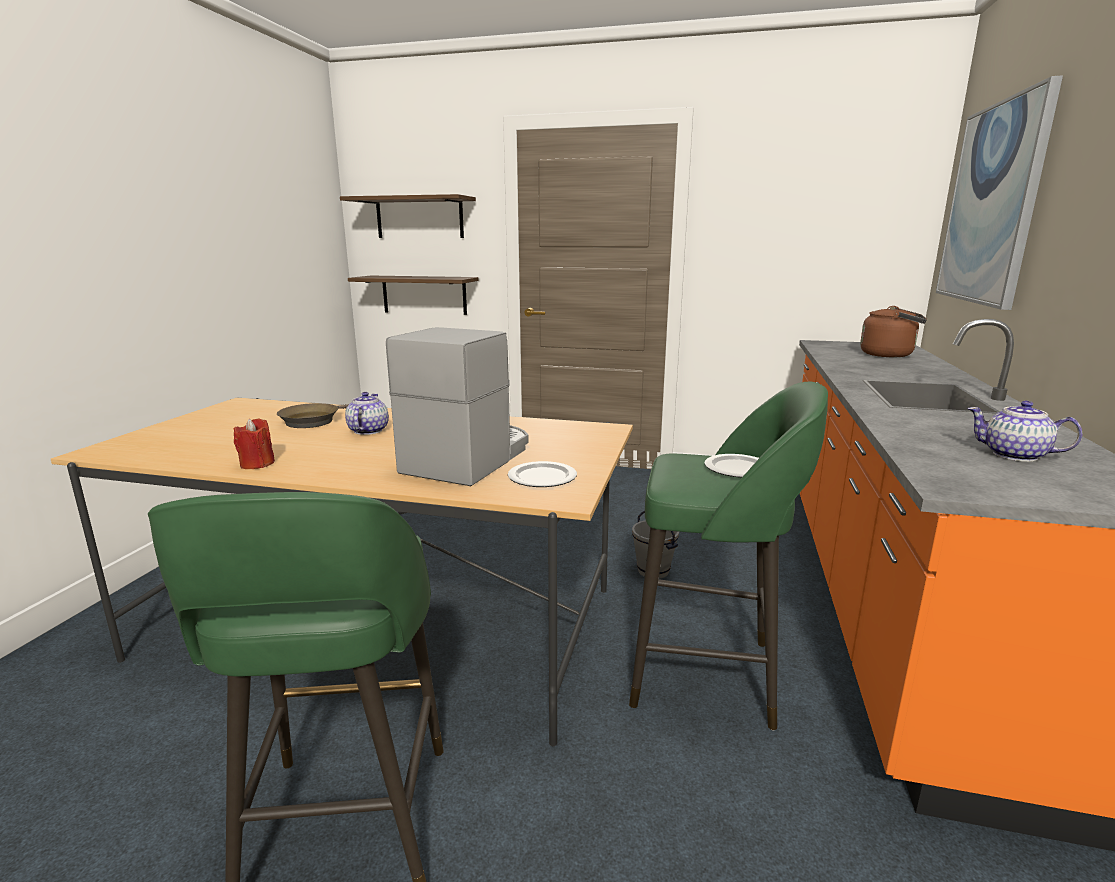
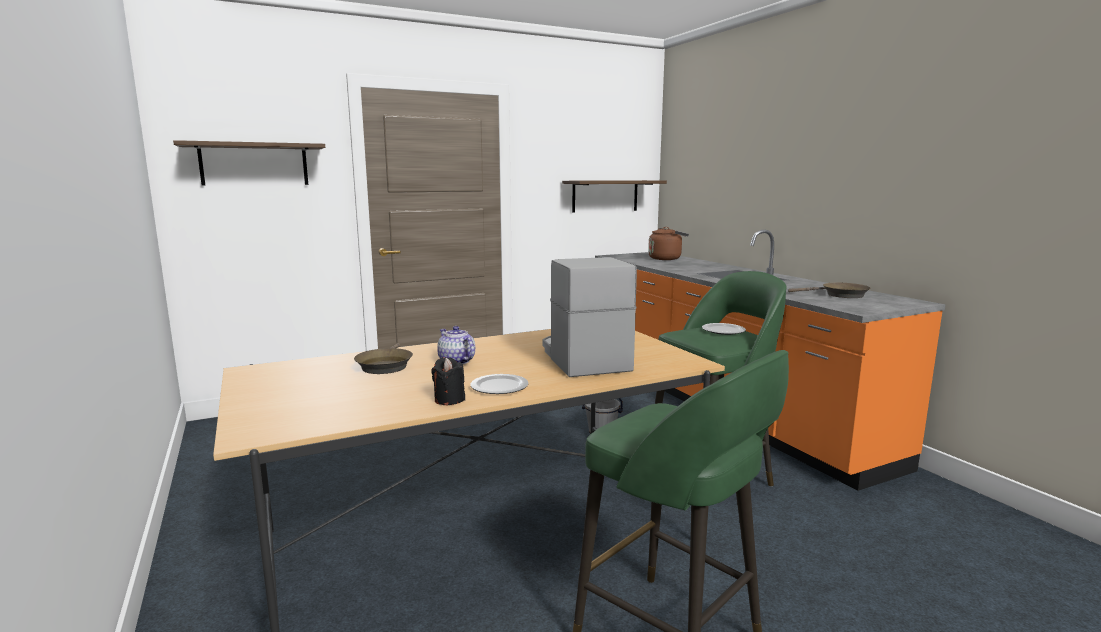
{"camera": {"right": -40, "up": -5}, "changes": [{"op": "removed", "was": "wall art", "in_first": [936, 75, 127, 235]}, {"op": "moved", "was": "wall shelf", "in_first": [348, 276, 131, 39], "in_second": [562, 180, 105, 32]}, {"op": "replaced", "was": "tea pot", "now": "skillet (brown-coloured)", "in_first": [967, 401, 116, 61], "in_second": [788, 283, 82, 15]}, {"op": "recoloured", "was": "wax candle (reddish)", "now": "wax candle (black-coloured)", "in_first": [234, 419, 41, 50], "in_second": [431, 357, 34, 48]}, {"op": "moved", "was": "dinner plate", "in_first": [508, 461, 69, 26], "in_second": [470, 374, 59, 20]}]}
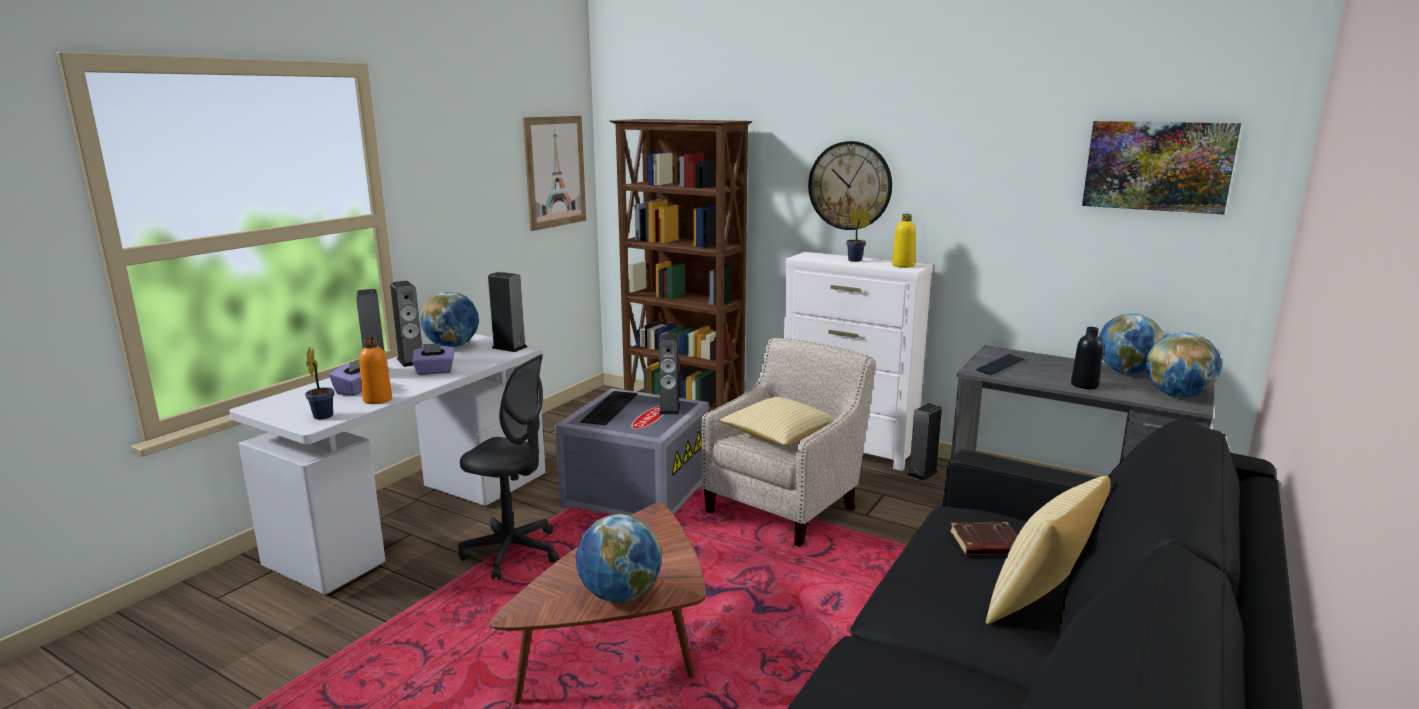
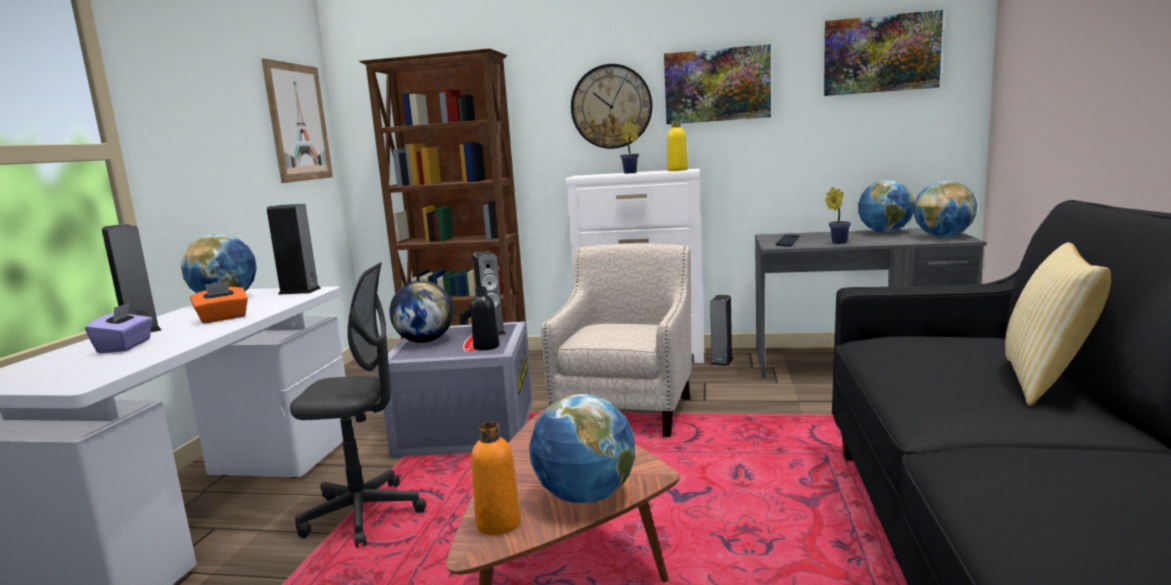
{"camera": {"right": -20, "up": -5}, "changes": [{"op": "removed", "was": "audio speaker", "in_first": [390, 281, 32, 86]}, {"op": "moved", "was": "beverage bottle (black-coloured)", "in_first": [1071, 327, 32, 62], "in_second": [471, 287, 29, 63]}, {"op": "moved", "was": "beverage bottle (orange-coloured)", "in_first": [359, 337, 33, 67], "in_second": [471, 422, 50, 113]}, {"op": "recoloured", "was": "box of tissues (purple-coloured)", "now": "box of tissues (orange-coloured)", "in_first": [412, 343, 42, 32], "in_second": [190, 281, 58, 43]}, {"op": "moved", "was": "potted plant", "in_first": [305, 347, 29, 73], "in_second": [825, 187, 26, 57]}, {"op": "replaced", "was": "computer keyboard", "now": "globe", "in_first": [580, 391, 57, 34], "in_second": [389, 281, 64, 62]}, {"op": "removed", "was": "pillow", "in_first": [720, 397, 116, 48]}, {"op": "removed", "was": "book (brown-coloured)", "in_first": [950, 521, 68, 34]}, {"op": "added", "now": "wall art", "in_second": [664, 44, 107, 80]}]}
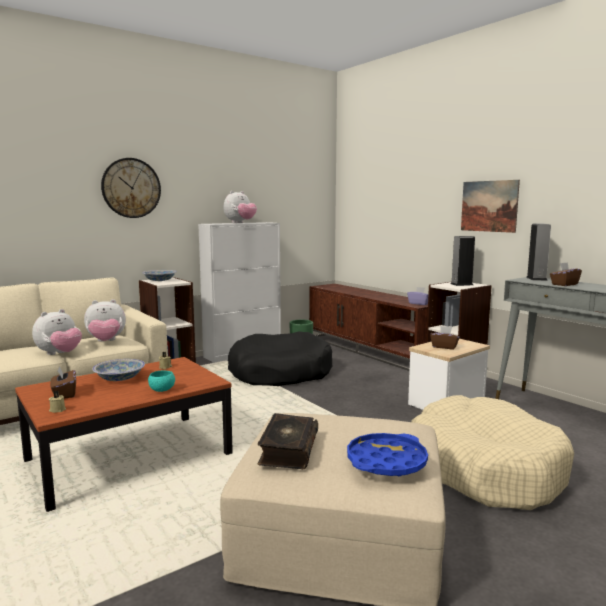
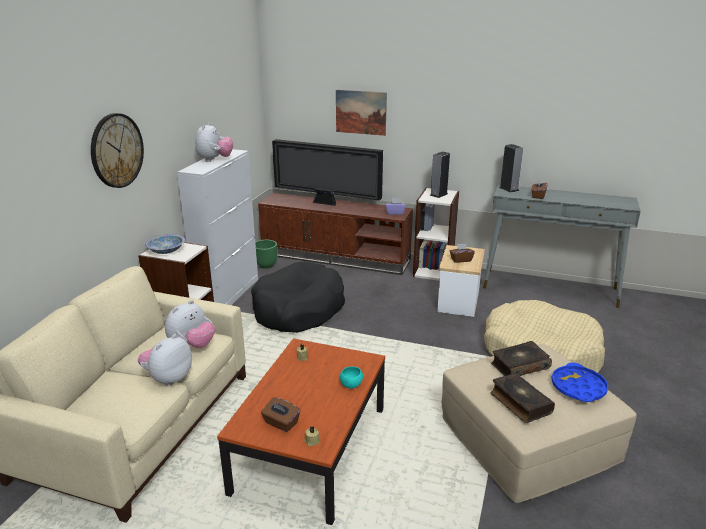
{"camera": {"right": -35, "up": 15}, "changes": [{"op": "moved", "was": "wall art", "in_first": [461, 180, 59, 53], "in_second": [336, 90, 51, 46]}, {"op": "turned", "was": "soft toy", "in_first": [32, 309, 50, 46], "in_second": [138, 334, 54, 52], "clockwise": -150}, {"op": "removed", "was": "serving bowl", "in_first": [92, 359, 53, 22]}, {"op": "added", "now": "television", "in_second": [272, 139, 111, 67]}, {"op": "added", "now": "book", "in_second": [491, 341, 61, 35]}]}
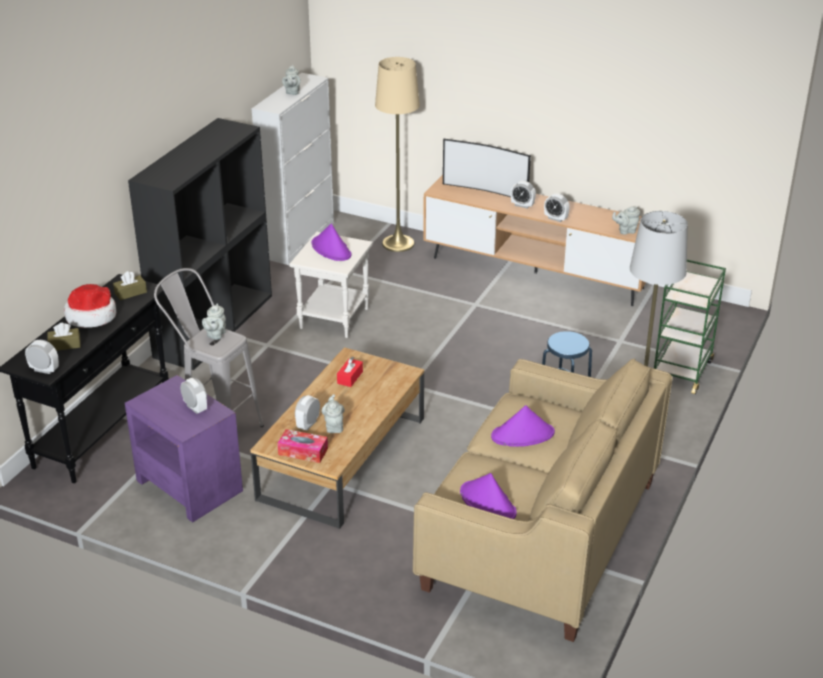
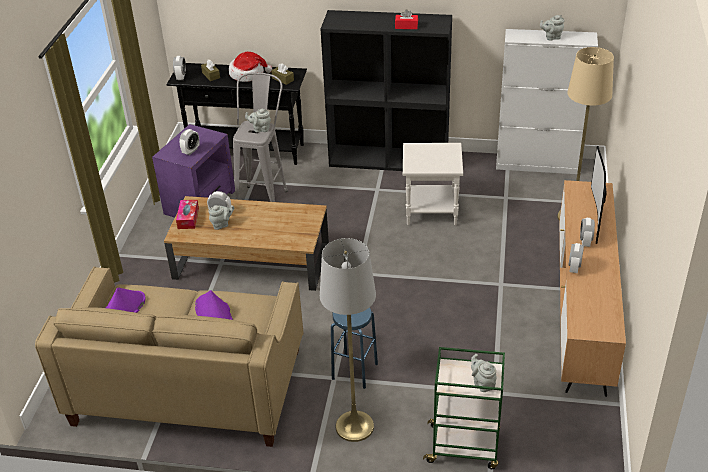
{"camera": {"right": 75, "up": 5}, "changes": [{"op": "moved", "was": "tea pot (gray)", "in_first": [612, 206, 28, 29], "in_second": [471, 354, 26, 38]}, {"op": "removed", "was": "clothing hat (purple-coloured)", "in_first": [311, 224, 40, 37]}, {"op": "moved", "was": "box of tissues (reddish)", "in_first": [337, 356, 26, 31], "in_second": [395, 9, 23, 20]}]}
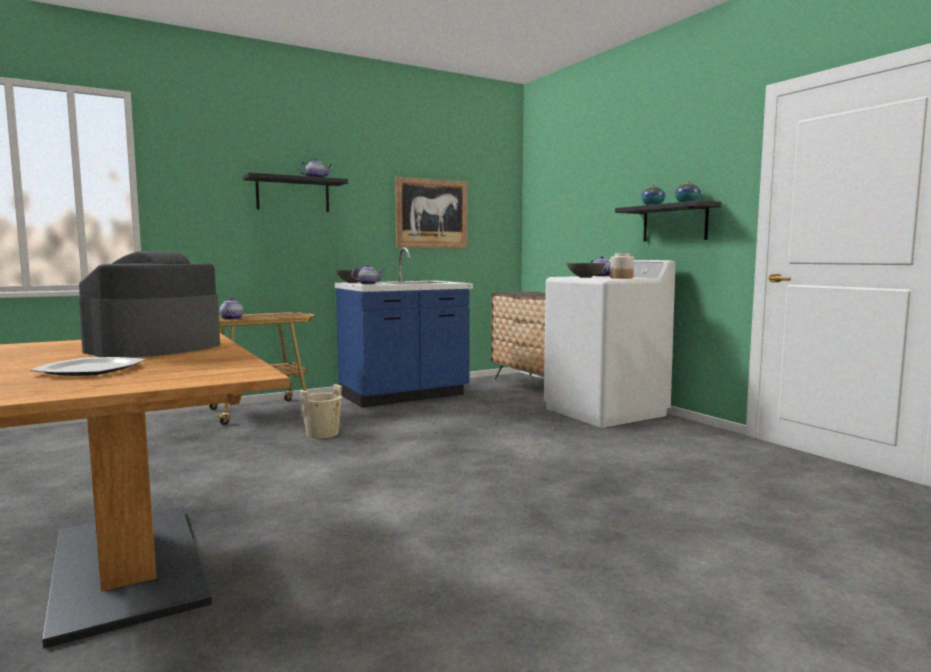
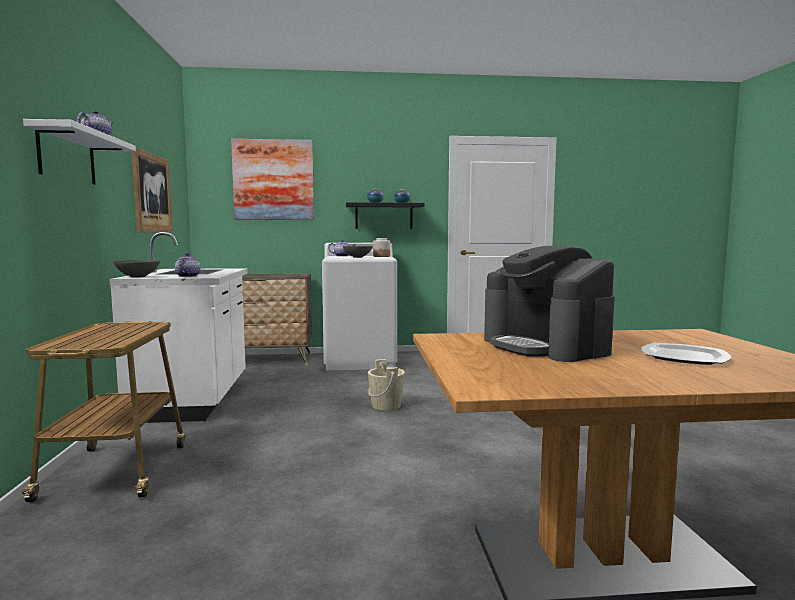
{"camera": {"right": -65, "up": 0}, "changes": [{"op": "recoloured", "was": "wall shelf (black-coloured)", "now": "wall shelf (whitish)", "in_first": [243, 173, 105, 39], "in_second": [23, 119, 113, 66]}, {"op": "recoloured", "was": "kitchen base unit (blue)", "now": "kitchen base unit (whitish)", "in_first": [335, 247, 138, 161], "in_second": [109, 232, 138, 191]}, {"op": "removed", "was": "tea pot", "in_first": [220, 298, 23, 22]}, {"op": "moved", "was": "water bucket (sand-coloured)", "in_first": [300, 384, 42, 55], "in_second": [368, 359, 37, 52]}, {"op": "added", "now": "wall art", "in_second": [231, 139, 83, 81]}]}
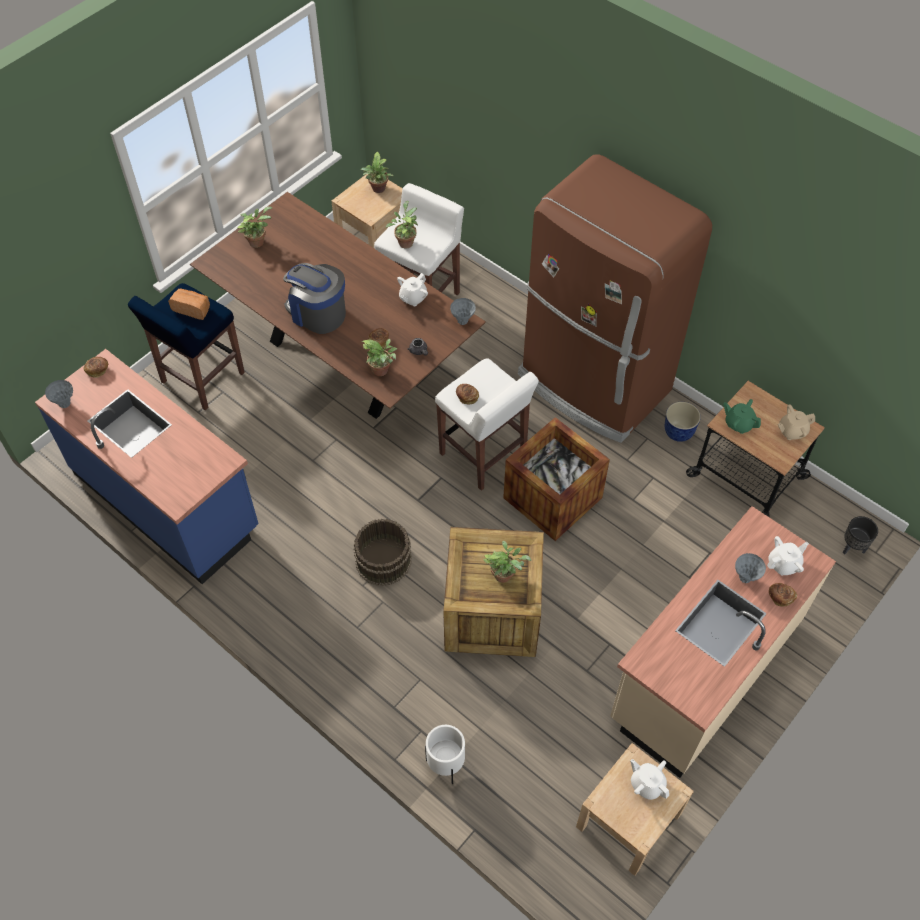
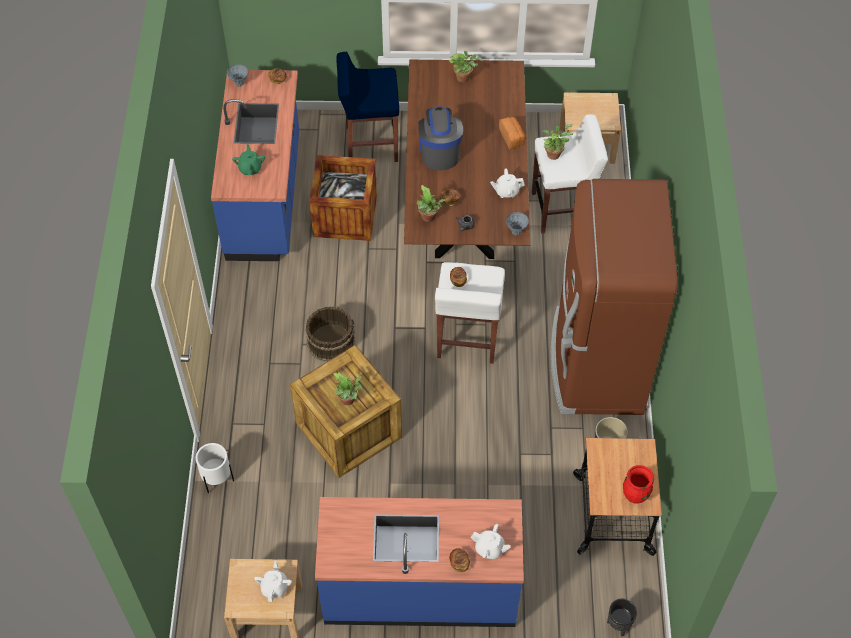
{"camera": {"right": 50, "up": 0}, "changes": [{"op": "removed", "was": "potted plant", "in_first": [360, 152, 34, 41]}, {"op": "moved", "was": "baked bread", "in_first": [168, 288, 42, 32], "in_second": [499, 117, 26, 33]}, {"op": "moved", "was": "tea pot (green)", "in_first": [723, 399, 38, 35], "in_second": [232, 144, 33, 31]}, {"op": "replaced", "was": "tea pot (sand-coloured)", "now": "flower vase (reddish)", "in_first": [778, 404, 37, 36], "in_second": [623, 465, 31, 39]}, {"op": "moved", "was": "crate", "in_first": [503, 417, 107, 124], "in_second": [309, 155, 68, 86]}, {"op": "recoloured", "was": "kitchen base unit (sand-coloured)", "now": "kitchen base unit (blue)", "in_first": [610, 506, 226, 272], "in_second": [315, 497, 209, 130]}, {"op": "removed", "was": "flower vase (gray)", "in_first": [735, 553, 31, 30]}]}
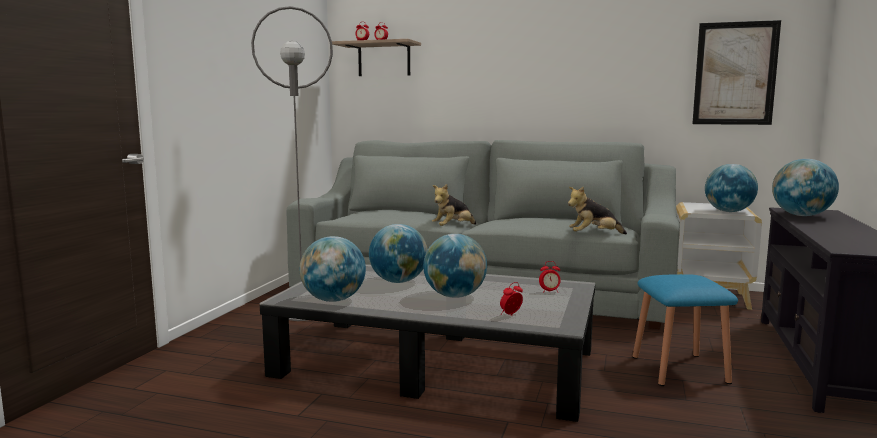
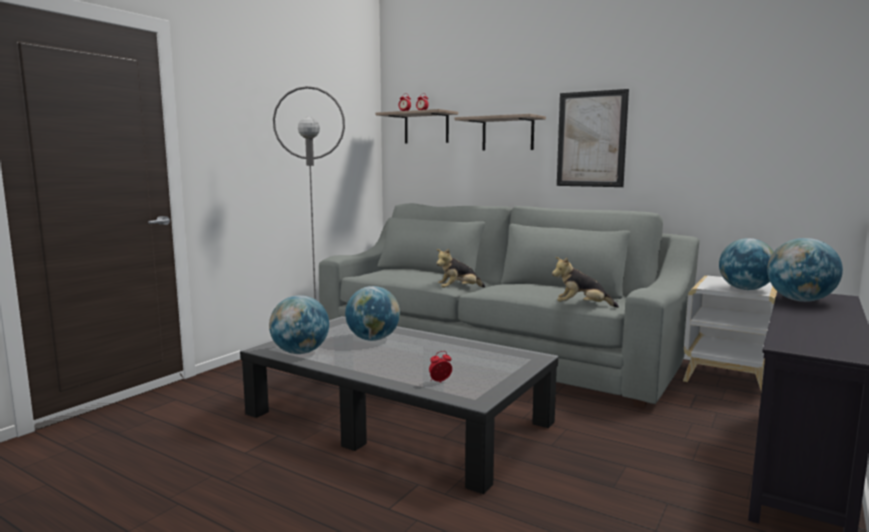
{"camera": {"right": 15, "up": 0}, "changes": [{"op": "moved", "was": "wall art", "in_first": [692, 20, 89, 105], "in_second": [557, 89, 72, 98]}, {"op": "removed", "was": "globe", "in_first": [423, 234, 64, 64]}, {"op": "removed", "was": "table clock", "in_first": [539, 261, 22, 32]}, {"op": "removed", "was": "sitting stool (blue)", "in_first": [633, 274, 105, 112]}, {"op": "added", "now": "wall shelf", "in_second": [455, 114, 91, 37]}]}
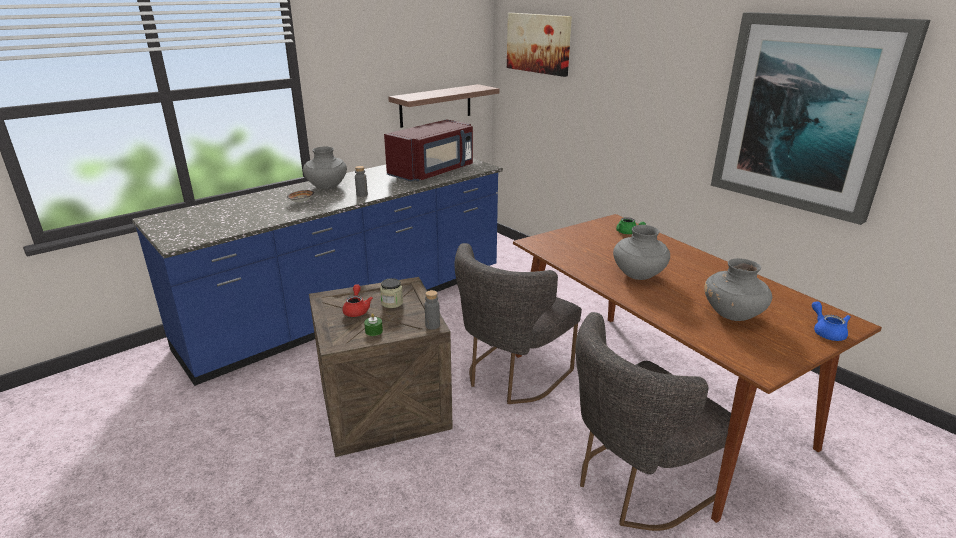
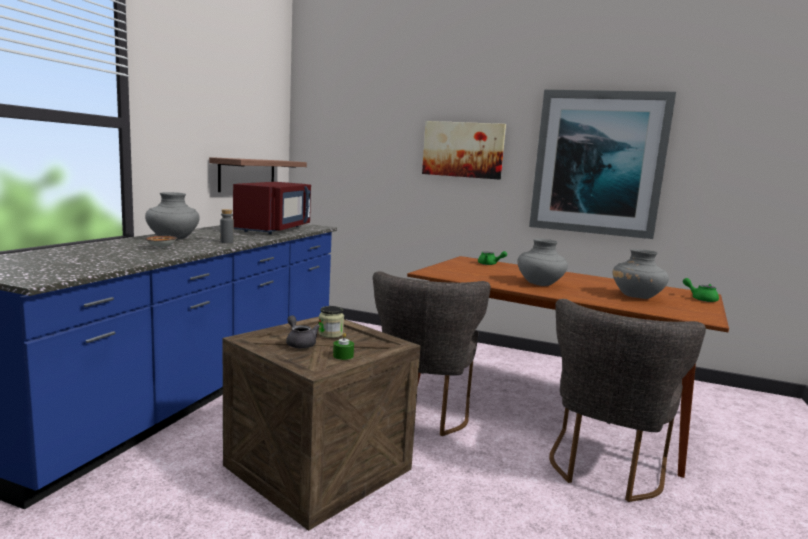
{"camera": {"right": -30, "up": -15}, "changes": [{"op": "moved", "was": "wall art", "in_first": [507, 13, 65, 64], "in_second": [422, 121, 84, 59]}, {"op": "recoloured", "was": "tea pot (reddish)", "now": "tea pot (gray)", "in_first": [343, 284, 30, 33], "in_second": [286, 315, 34, 33]}, {"op": "removed", "was": "beverage bottle (gray)", "in_first": [425, 290, 15, 40]}, {"op": "recoloured", "was": "tea pot (blue)", "now": "tea pot (green)", "in_first": [812, 301, 39, 40], "in_second": [683, 278, 36, 24]}]}
